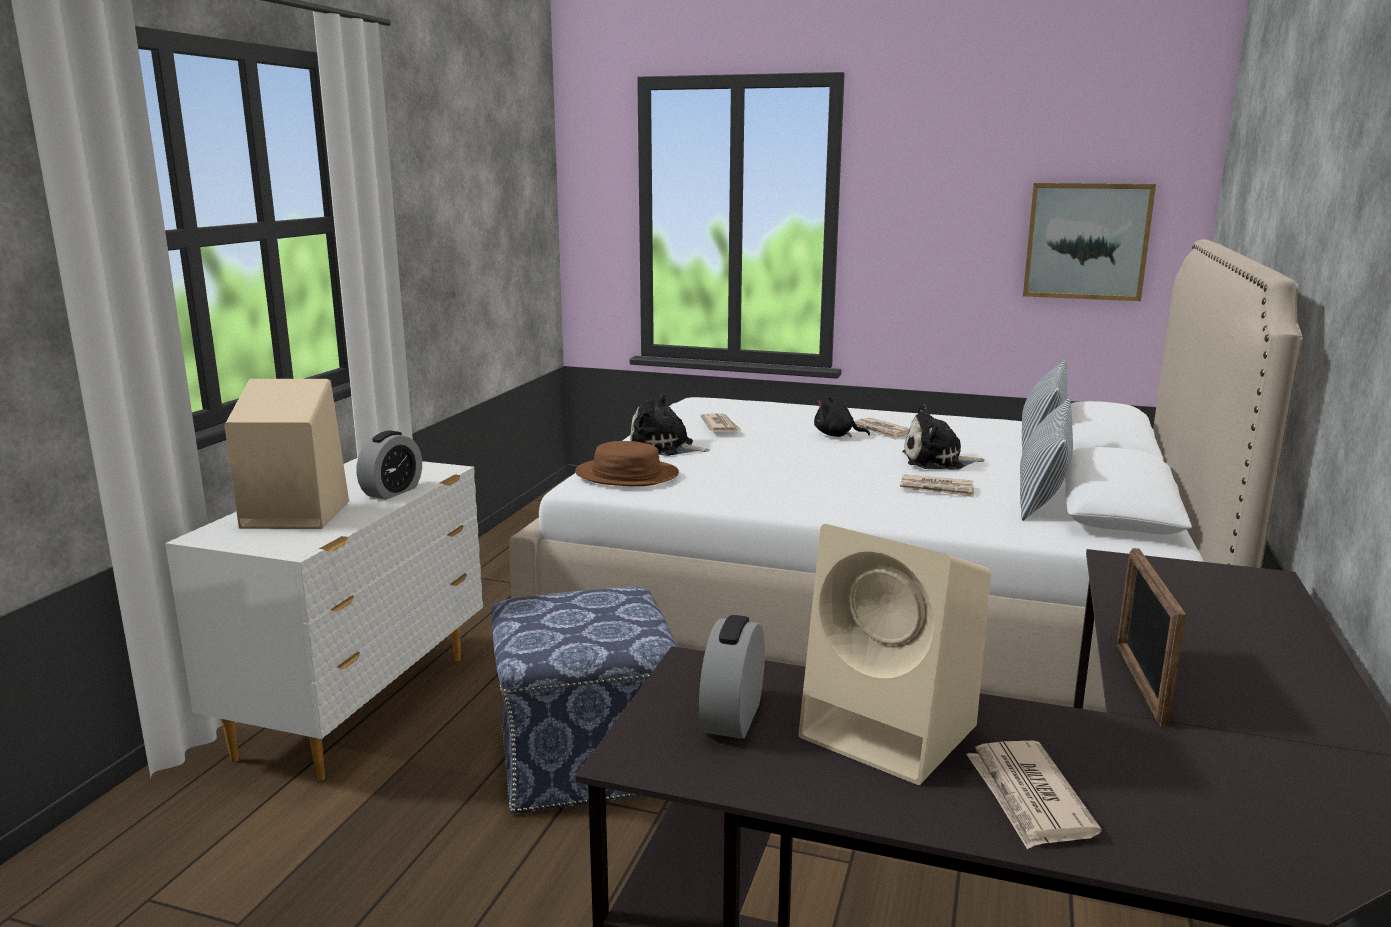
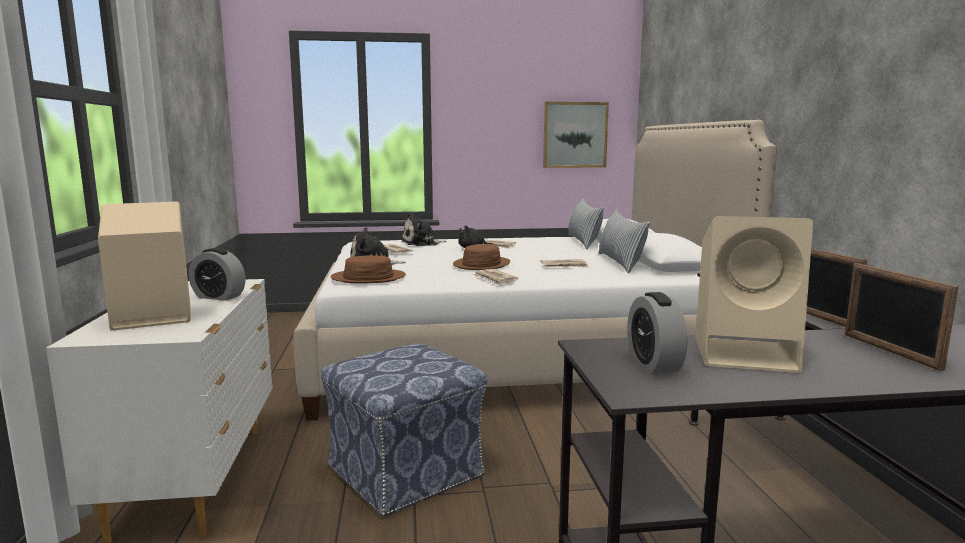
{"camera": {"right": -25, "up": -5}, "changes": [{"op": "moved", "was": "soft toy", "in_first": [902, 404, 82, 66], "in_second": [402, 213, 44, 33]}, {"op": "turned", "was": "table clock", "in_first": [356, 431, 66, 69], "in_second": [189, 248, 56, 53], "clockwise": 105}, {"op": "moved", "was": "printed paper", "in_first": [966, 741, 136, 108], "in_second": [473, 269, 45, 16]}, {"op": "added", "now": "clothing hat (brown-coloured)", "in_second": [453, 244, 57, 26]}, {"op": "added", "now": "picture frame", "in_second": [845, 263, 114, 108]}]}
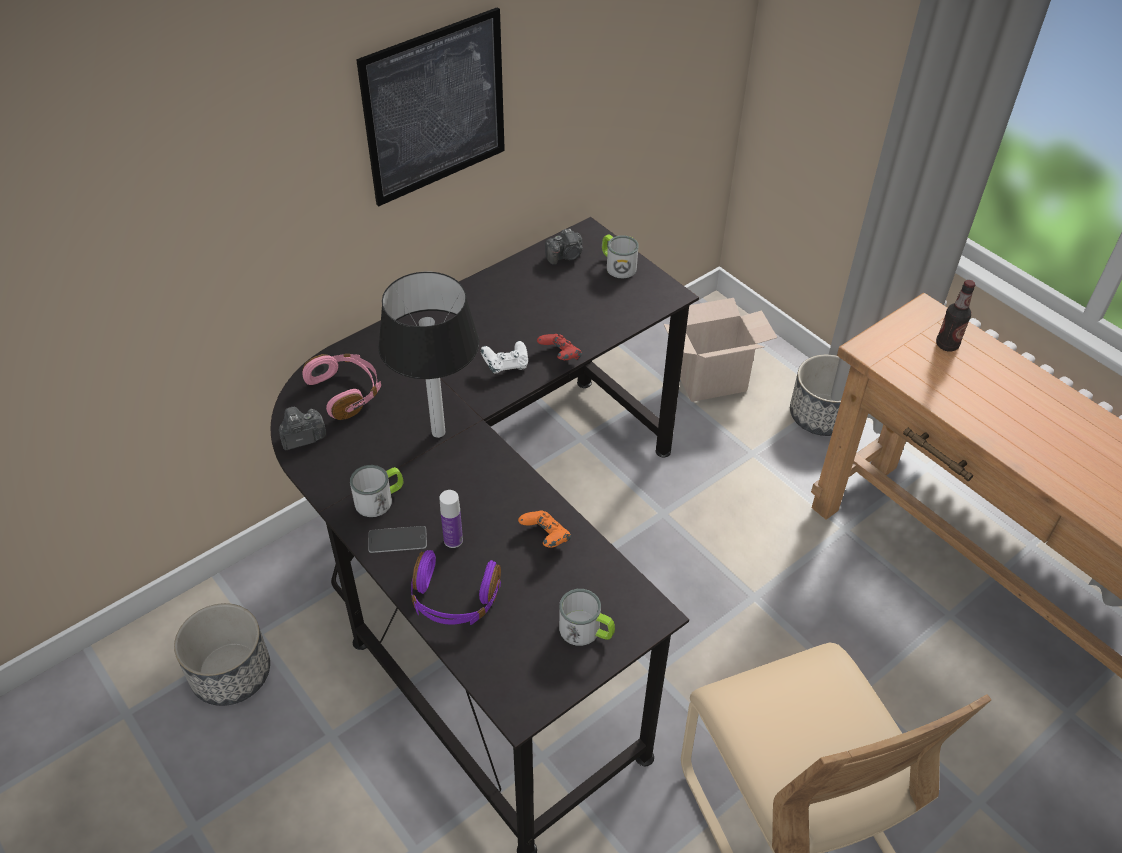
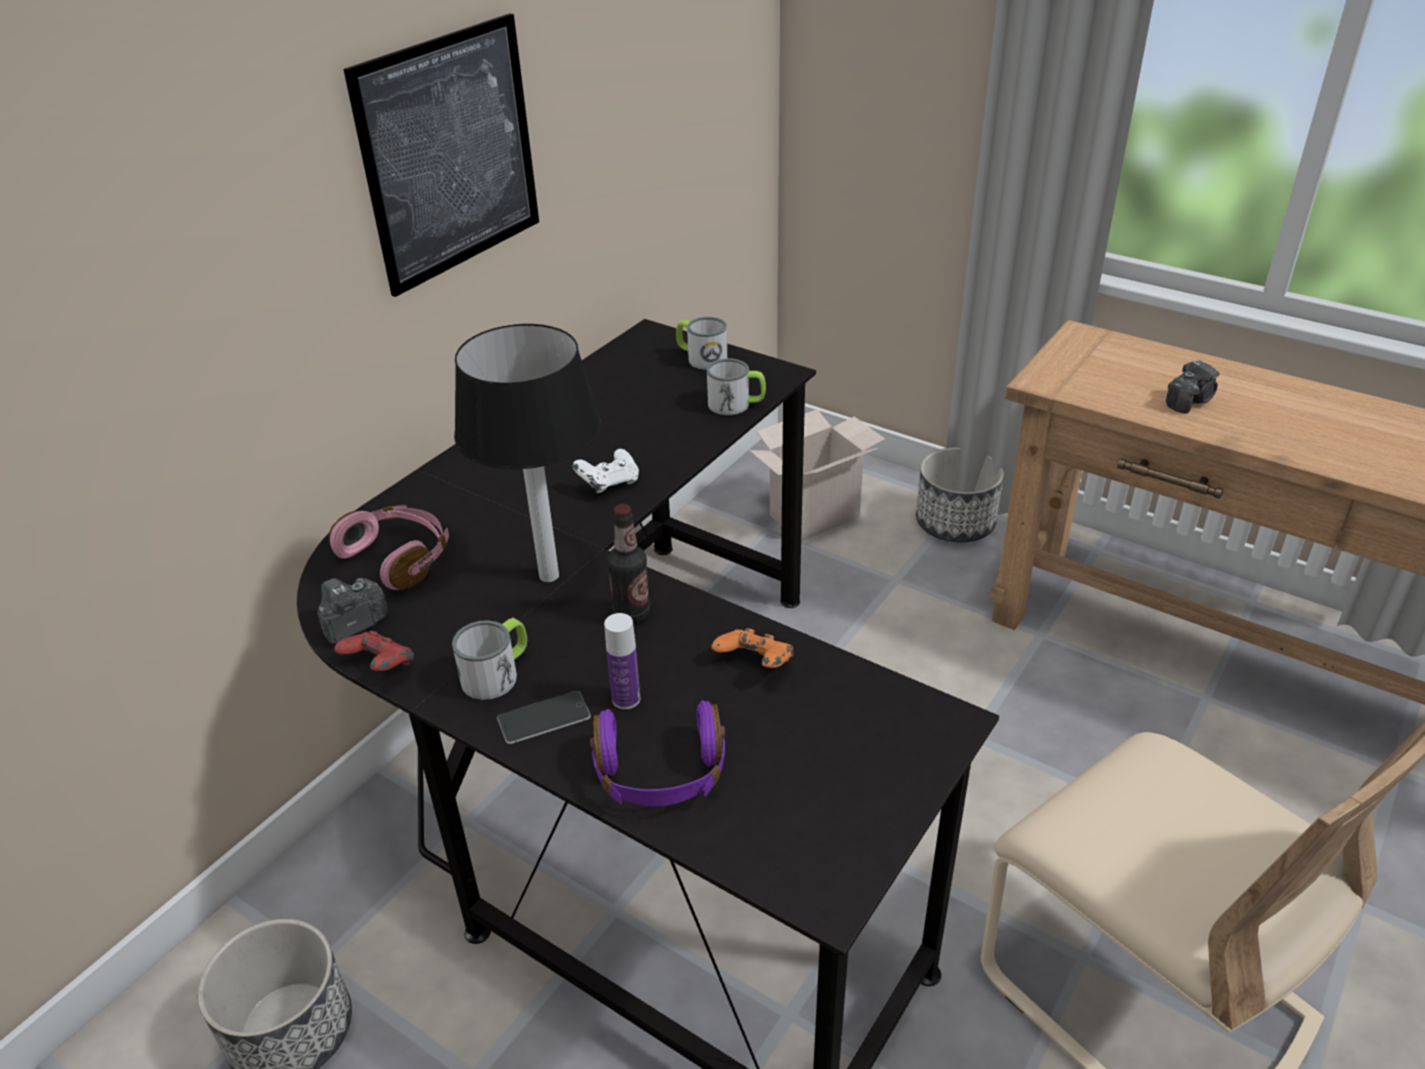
{"camera": {"right": -15, "up": -10}, "changes": [{"op": "moved", "was": "photo camera", "in_first": [545, 229, 38, 36], "in_second": [1166, 359, 54, 55]}, {"op": "moved", "was": "beverage bottle", "in_first": [936, 280, 39, 72], "in_second": [607, 504, 43, 120]}, {"op": "moved", "was": "gamepad (reddish)", "in_first": [537, 334, 45, 26], "in_second": [334, 631, 80, 40]}, {"op": "moved", "was": "coffee mug", "in_first": [559, 589, 56, 57], "in_second": [707, 359, 59, 56]}]}
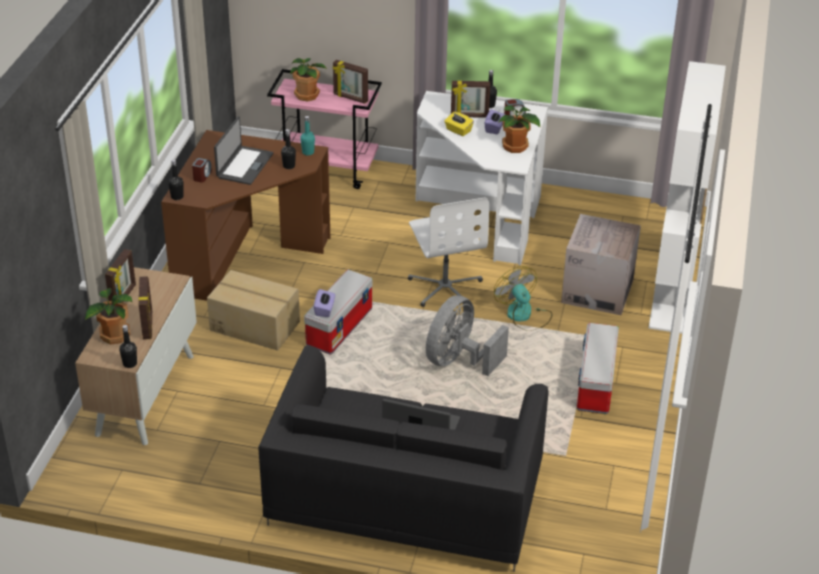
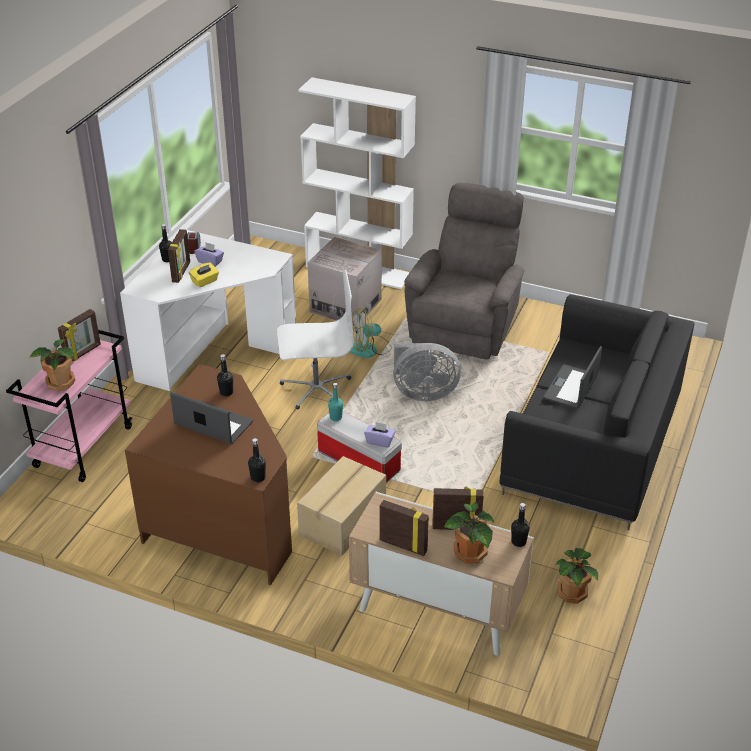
{"camera": {"right": -80, "up": 0}, "changes": [{"op": "moved", "was": "potted plant", "in_first": [498, 105, 43, 48], "in_second": [556, 548, 43, 56]}, {"op": "moved", "was": "beverage bottle (turquoise)", "in_first": [300, 116, 15, 40], "in_second": [328, 383, 15, 38]}, {"op": "removed", "was": "table clock", "in_first": [192, 158, 20, 24]}, {"op": "turned", "was": "electric fan (gray)", "in_first": [426, 295, 83, 81], "in_second": [393, 343, 68, 58], "clockwise": -45}, {"op": "replaced", "was": "storage box", "now": "armchair (gray)", "in_first": [577, 323, 42, 91], "in_second": [404, 183, 121, 177]}]}
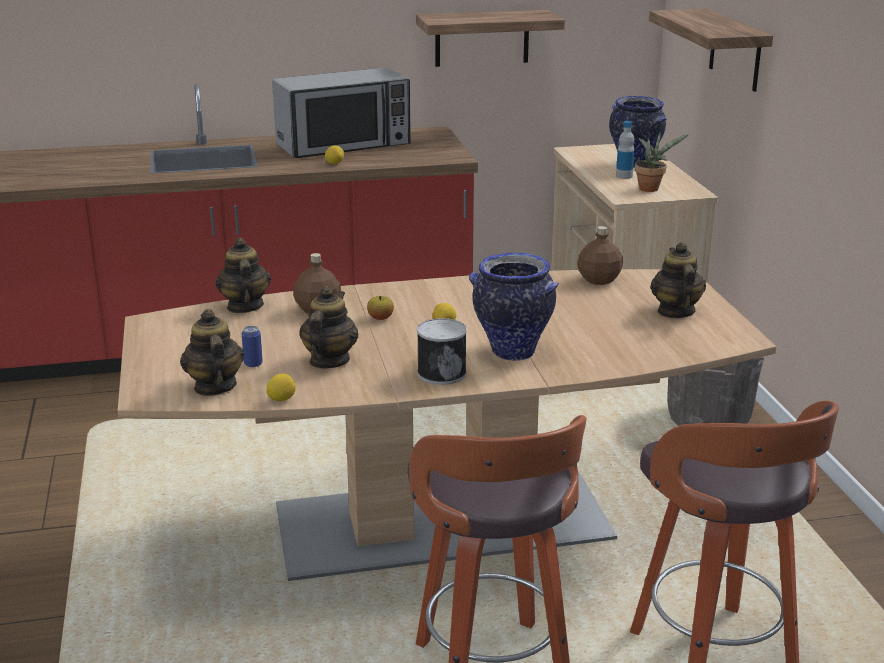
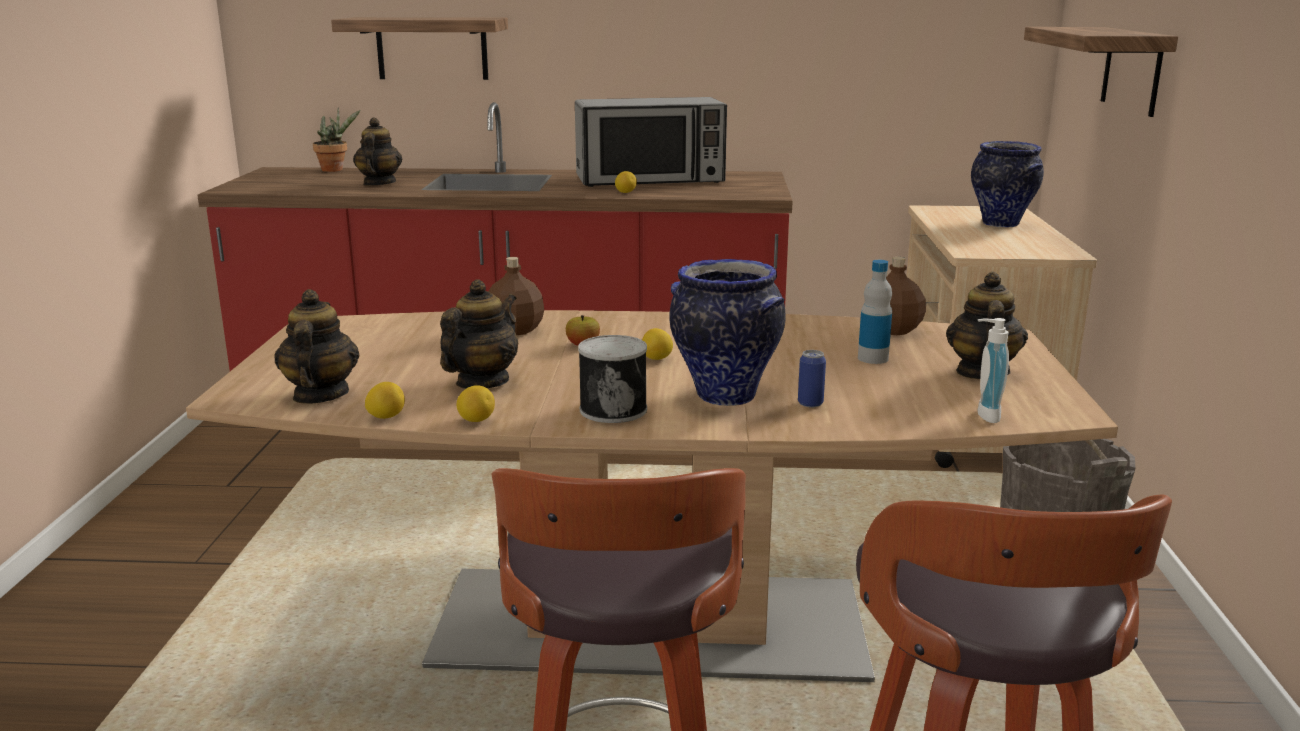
{"camera": {"right": 15, "up": -5}, "changes": [{"op": "moved", "was": "wall shelf", "in_first": [416, 10, 149, 57], "in_second": [331, 17, 177, 63]}, {"op": "moved", "was": "beverage bottle", "in_first": [616, 121, 19, 58], "in_second": [858, 260, 34, 104]}, {"op": "moved", "was": "potted plant", "in_first": [635, 131, 54, 61], "in_second": [313, 108, 48, 64]}, {"op": "moved", "was": "tea pot", "in_first": [215, 237, 56, 76], "in_second": [353, 117, 49, 69]}, {"op": "moved", "was": "metal can", "in_first": [242, 326, 21, 41], "in_second": [798, 350, 28, 57]}, {"op": "added", "now": "soap bottle", "in_second": [977, 318, 32, 105]}, {"op": "added", "now": "lemon", "in_second": [457, 385, 38, 37]}]}
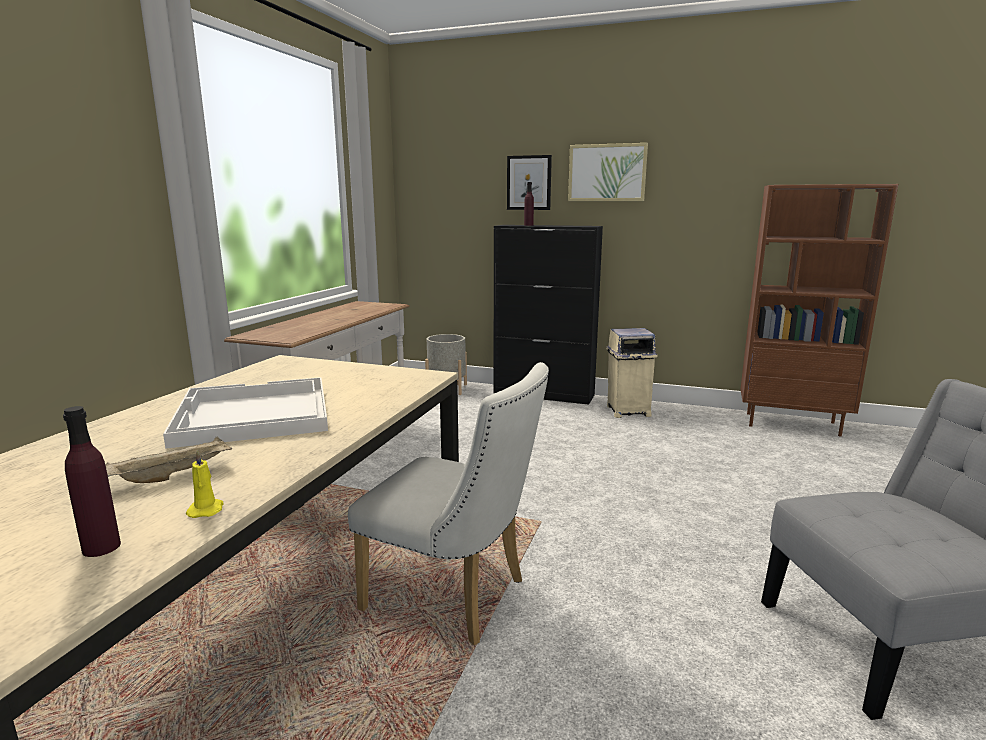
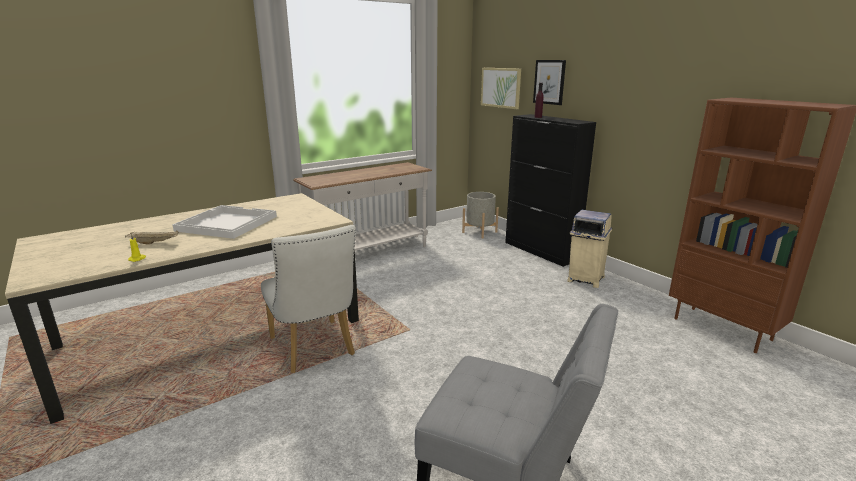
{"camera": {"right": 35, "up": 5}, "changes": [{"op": "moved", "was": "wall art", "in_first": [568, 143, 80, 58], "in_second": [481, 68, 40, 41]}, {"op": "removed", "was": "beverage bottle (purple-coloured)", "in_first": [63, 406, 58, 151]}]}
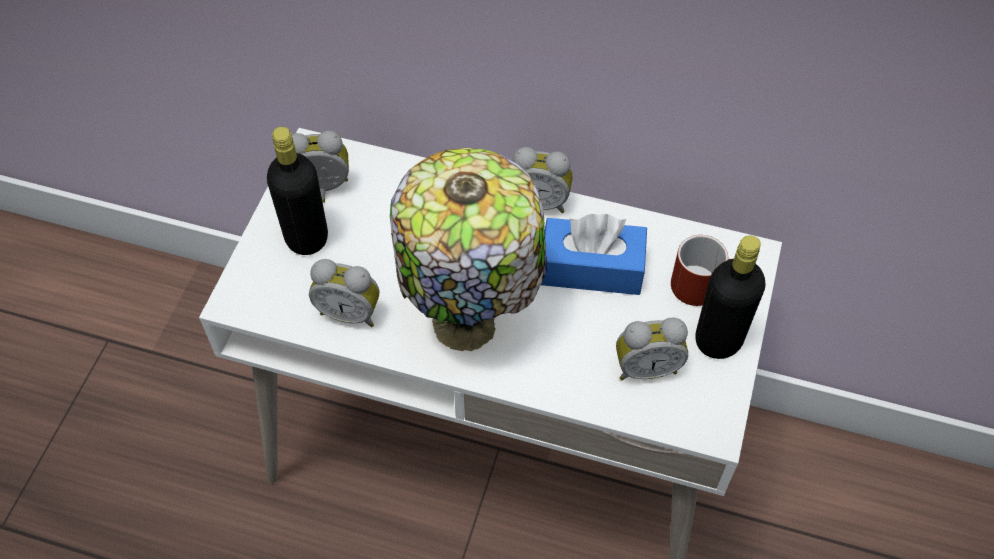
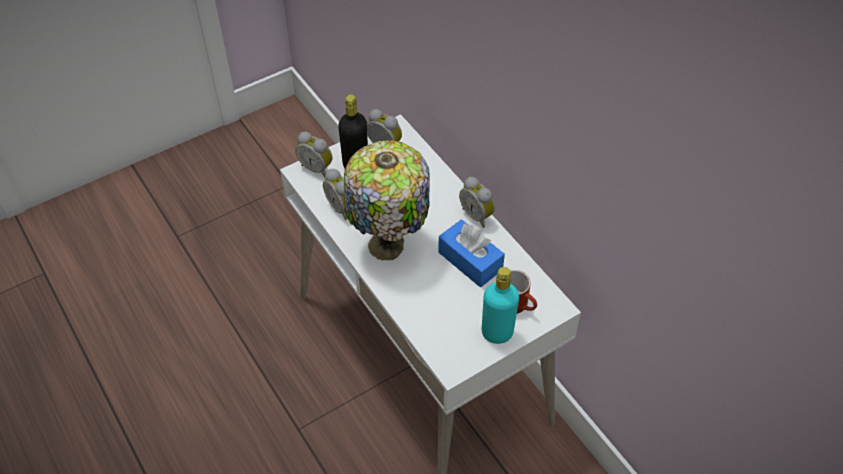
{"camera": {"right": 40, "up": -5}, "changes": [{"op": "recoloured", "was": "beverage bottle (black-coloured)", "now": "beverage bottle (turquoise)", "in_first": [695, 236, 71, 123], "in_second": [482, 267, 37, 77]}, {"op": "moved", "was": "table clock", "in_first": [616, 317, 72, 63], "in_second": [296, 132, 36, 45]}]}
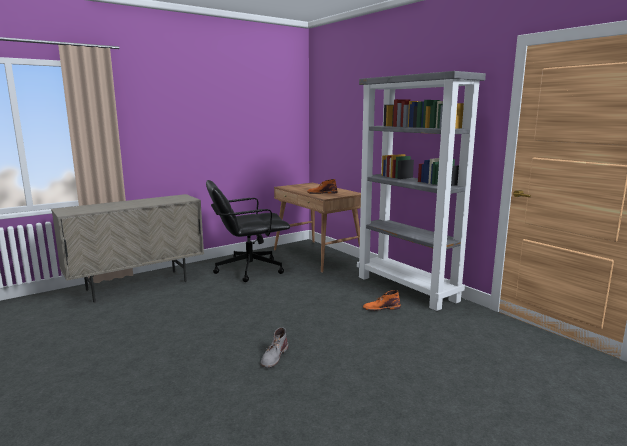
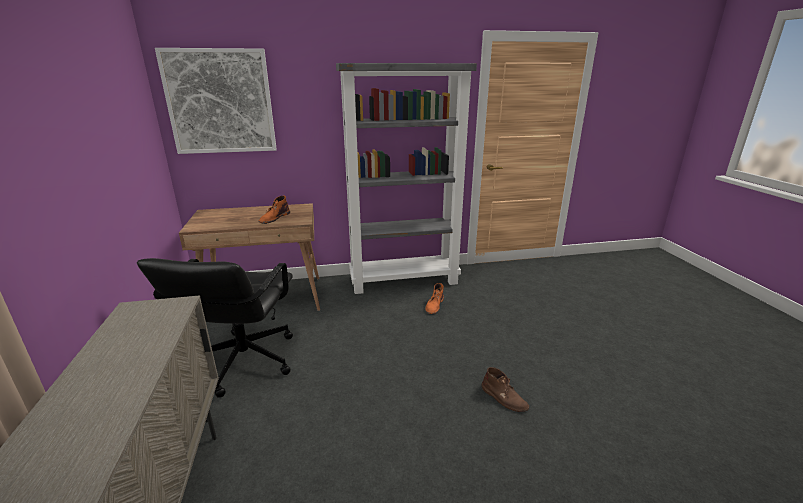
{"camera": {"right": -65, "up": 10}, "changes": [{"op": "recoloured", "was": "high-top boot (gray)", "now": "high-top boot (brown-coloured)", "in_first": [261, 327, 27, 41], "in_second": [482, 367, 47, 45]}, {"op": "added", "now": "wall art", "in_second": [155, 48, 122, 106]}]}
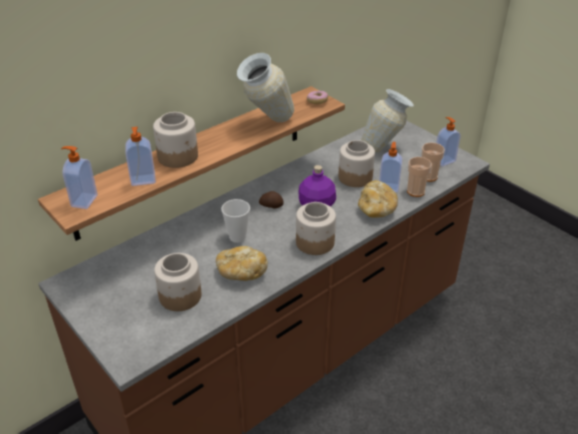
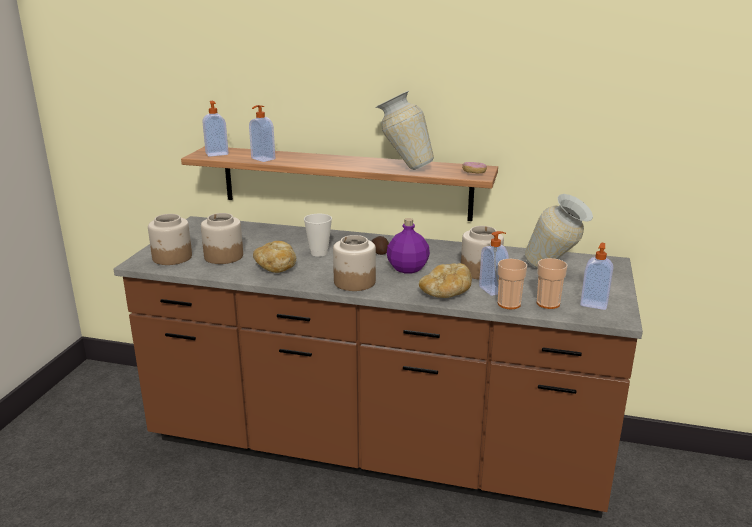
{"camera": {"right": 55, "up": -15}, "changes": [{"op": "moved", "was": "jar", "in_first": [153, 112, 45, 56], "in_second": [148, 214, 44, 51]}]}
